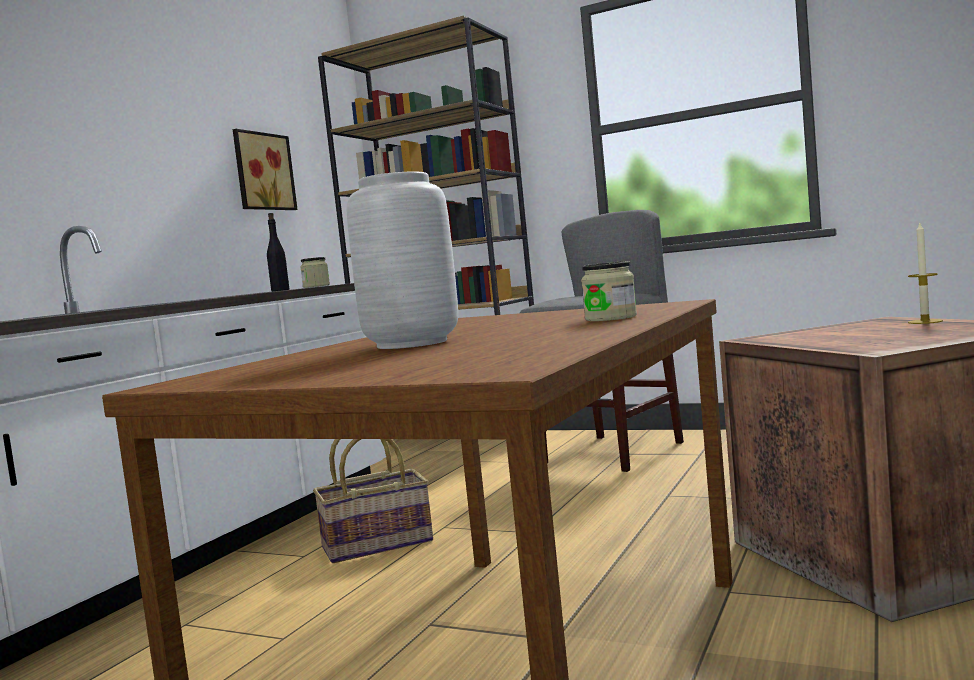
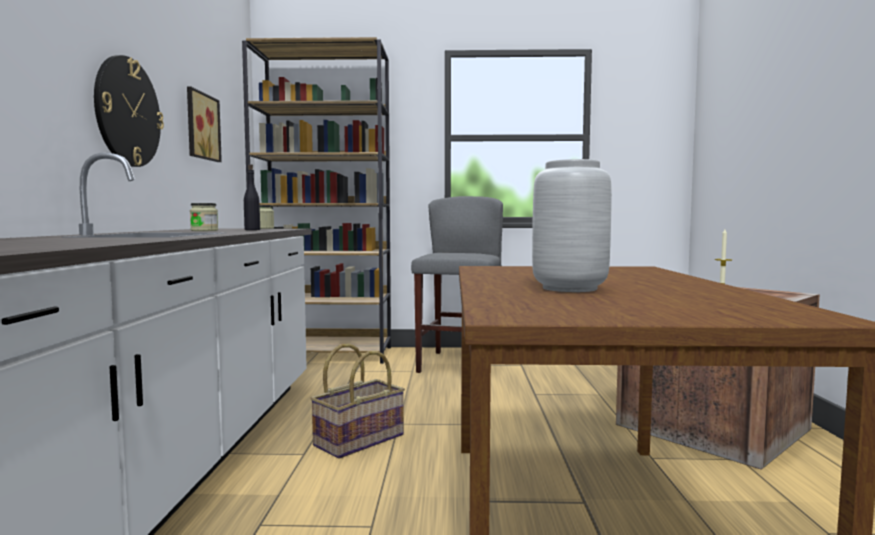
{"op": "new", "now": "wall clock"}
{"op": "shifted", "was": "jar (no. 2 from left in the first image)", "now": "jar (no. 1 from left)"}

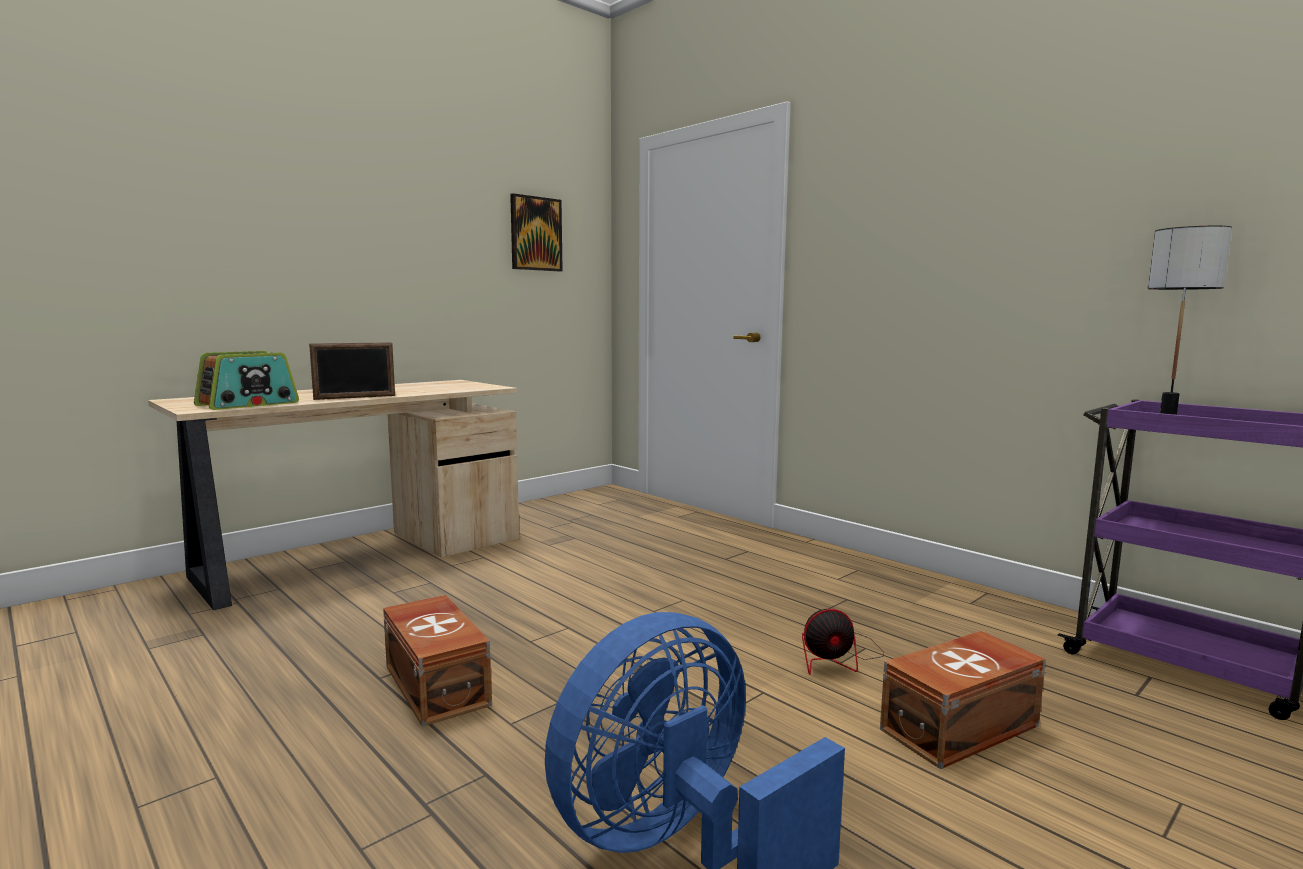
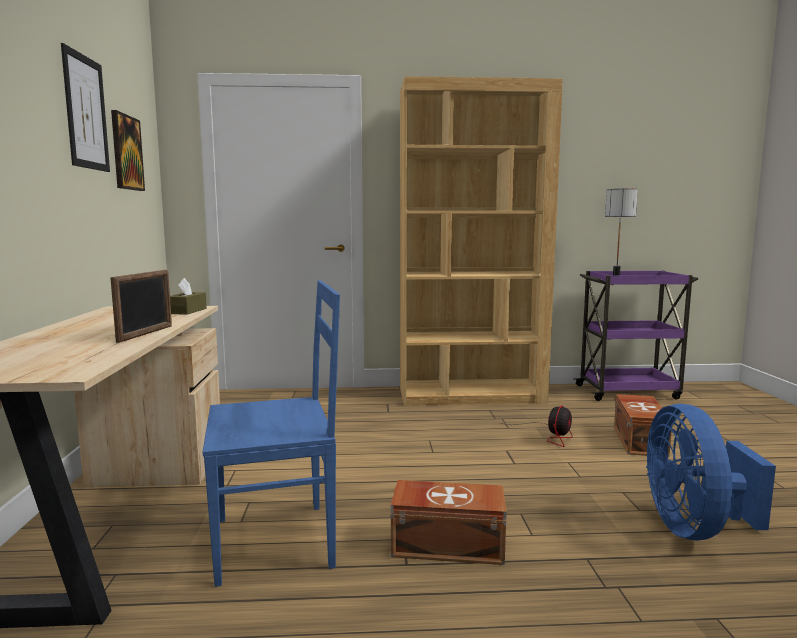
{"op": "new", "now": "picture (no. 1 from left)"}
{"op": "new", "now": "tissue box (brown)"}
{"op": "new", "now": "chair (blue)"}
{"op": "new", "now": "bookcase (brown)"}
{"op": "gone", "was": "radio"}

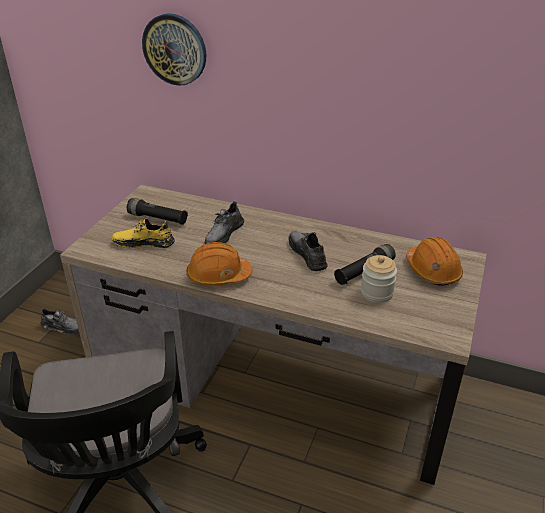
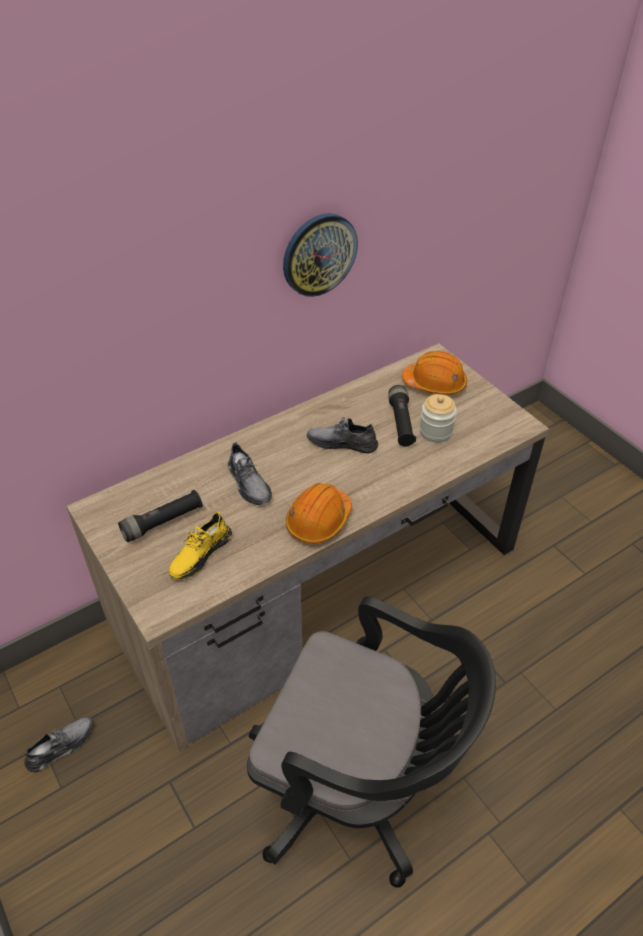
{"op": "shifted", "was": "wall clock"}

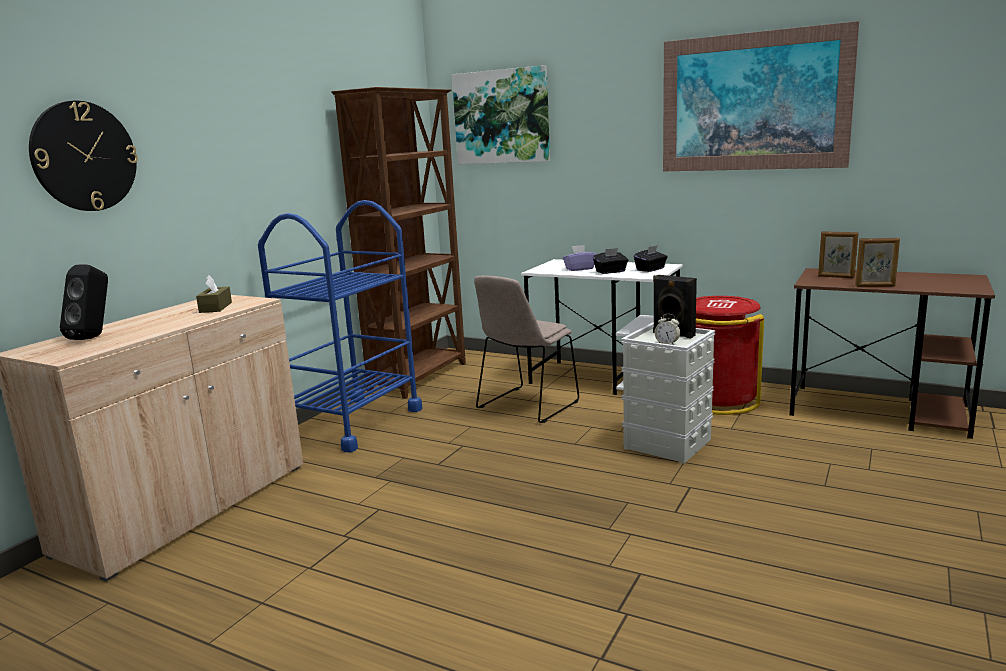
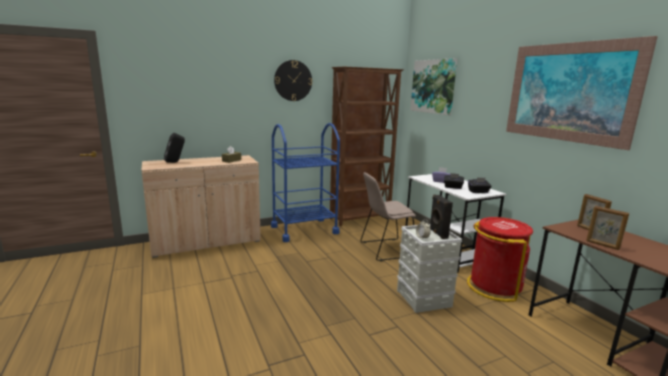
{"op": "shifted", "was": "wall clock"}

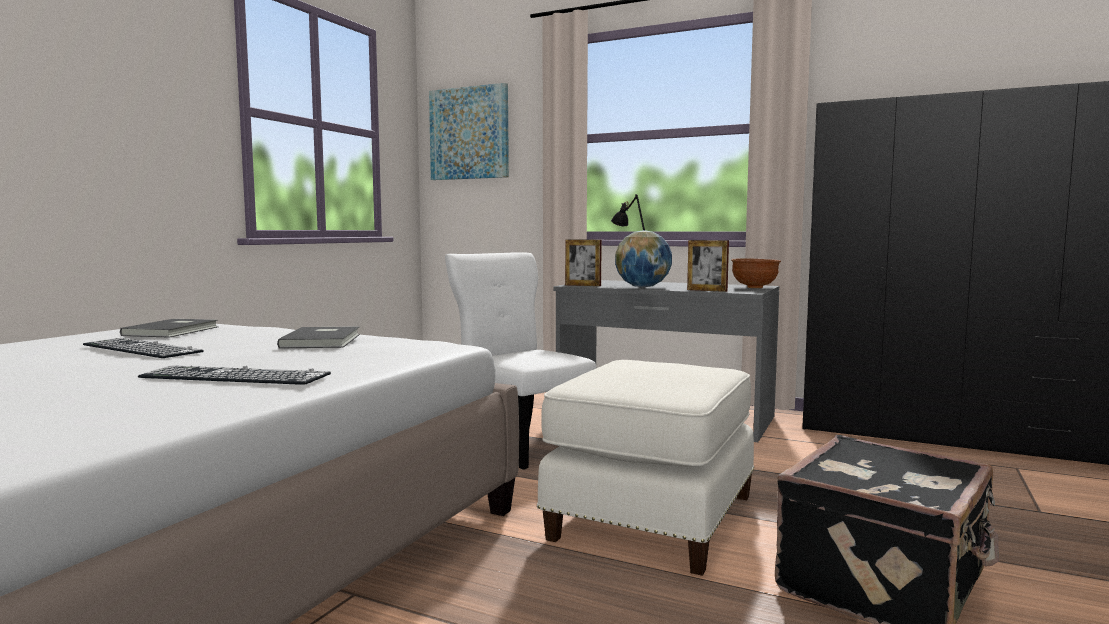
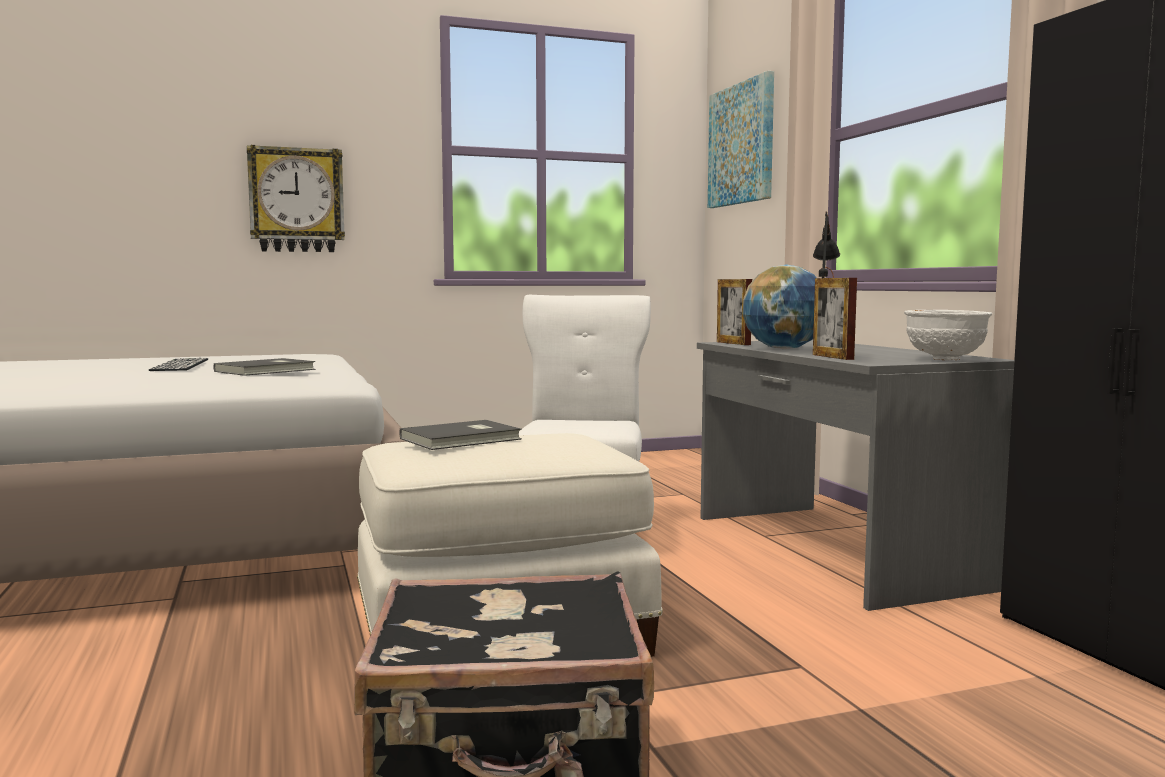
{"op": "new", "now": "wall clock"}
{"op": "shifted", "was": "book (grey) (no. 1 from left in the first image)", "now": "book (grey) (no. 2 from left)"}
{"op": "repainted", "was": "bowl (brown)", "now": "bowl (white)"}
{"op": "gone", "was": "keyboard (no. 2 from left)"}

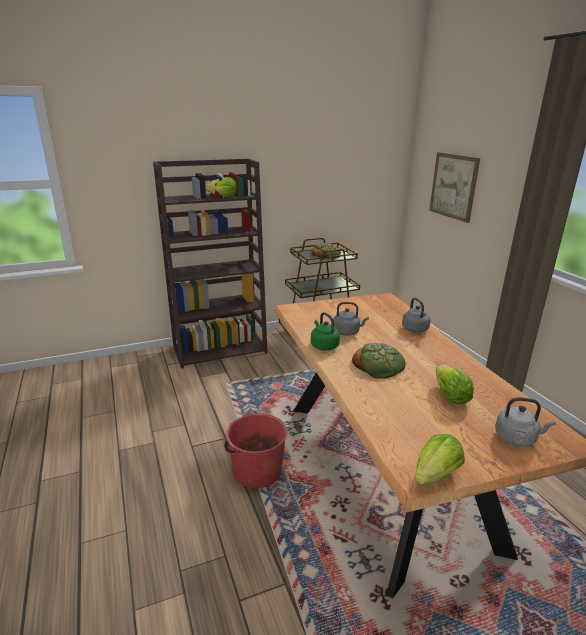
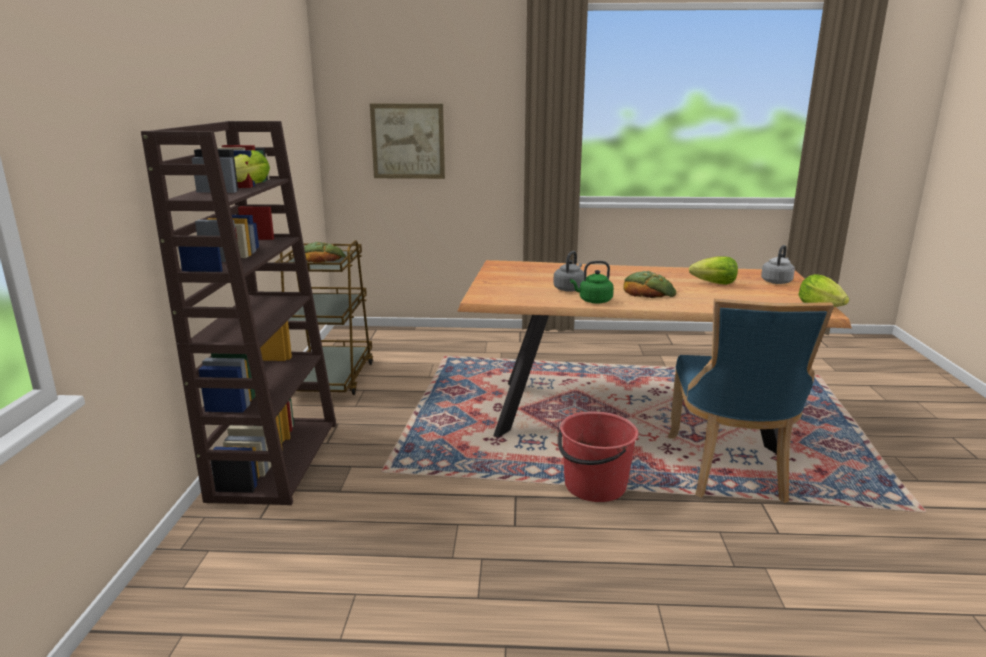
{"op": "new", "now": "chair (blue)"}
{"op": "gone", "was": "kettle (grey) (no. 2 from left)"}

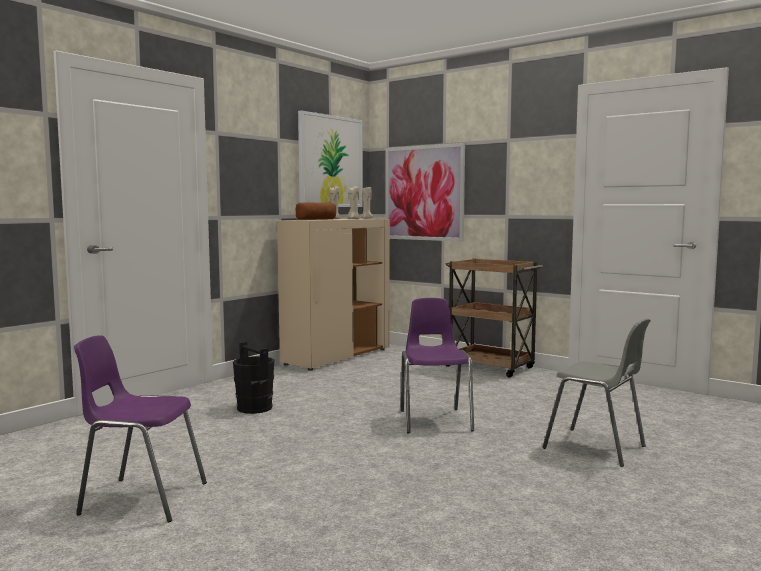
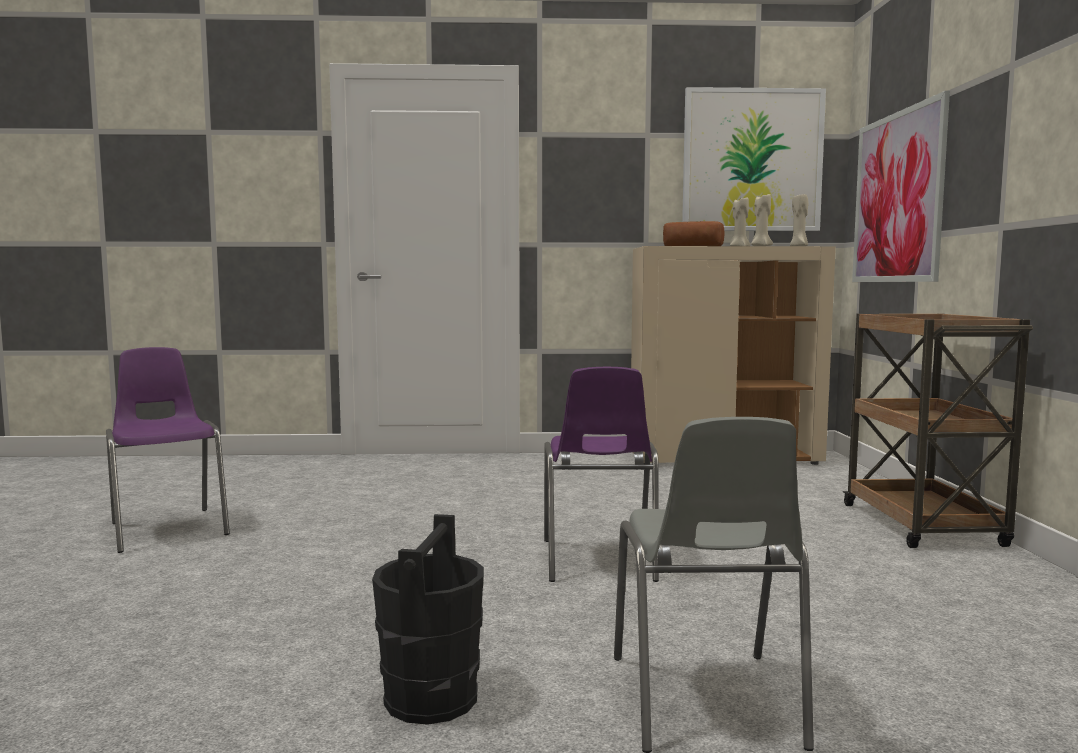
{"op": "shifted", "was": "bucket (black)"}
{"op": "rotated", "was": "chair (purple) (no. 2 from left)", "clockwise": 135}

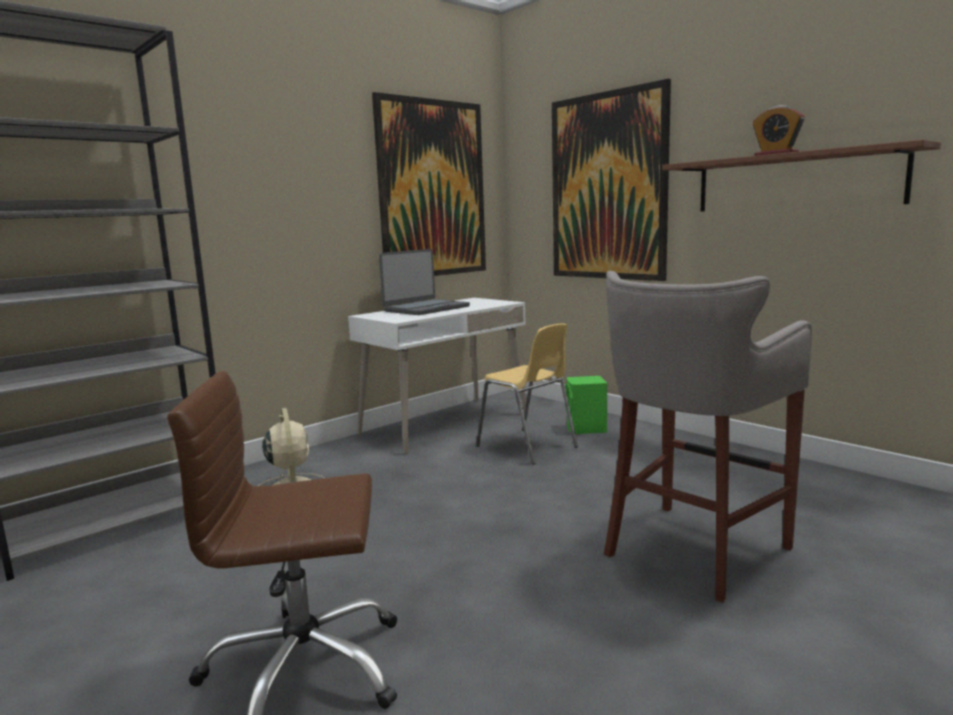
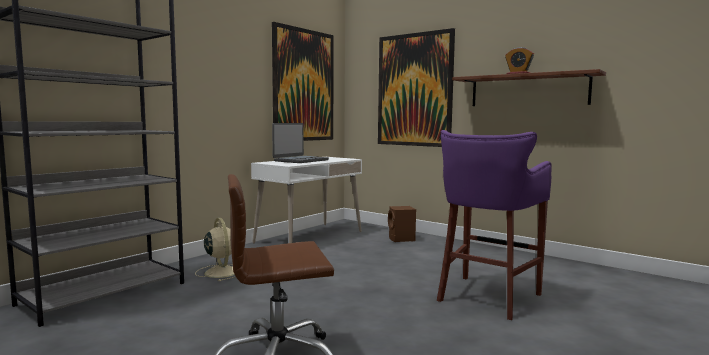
{"op": "repainted", "was": "speaker (green)", "now": "speaker (brown)"}
{"op": "repainted", "was": "stool (grey)", "now": "stool (purple)"}
{"op": "gone", "was": "chair (yellow)"}

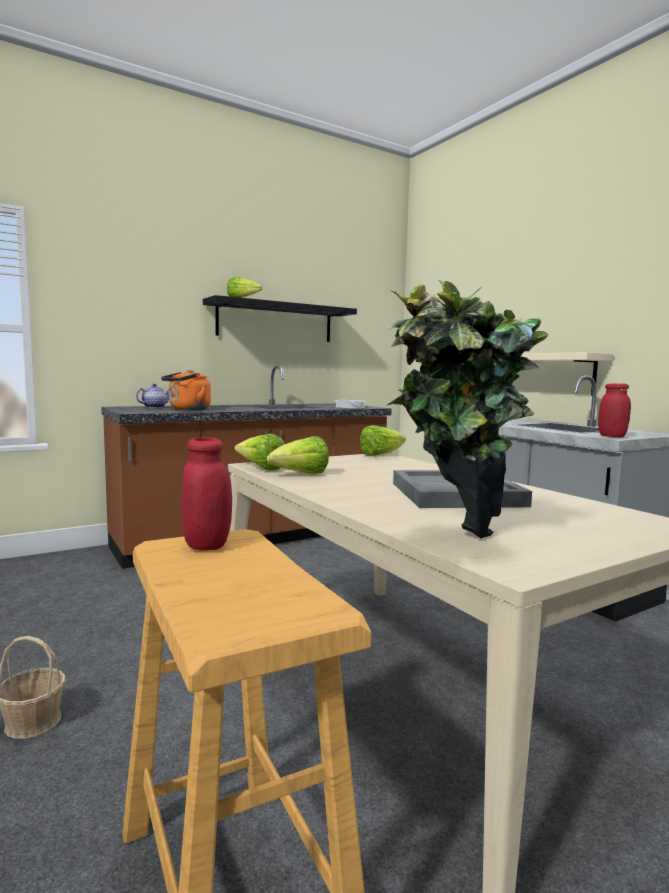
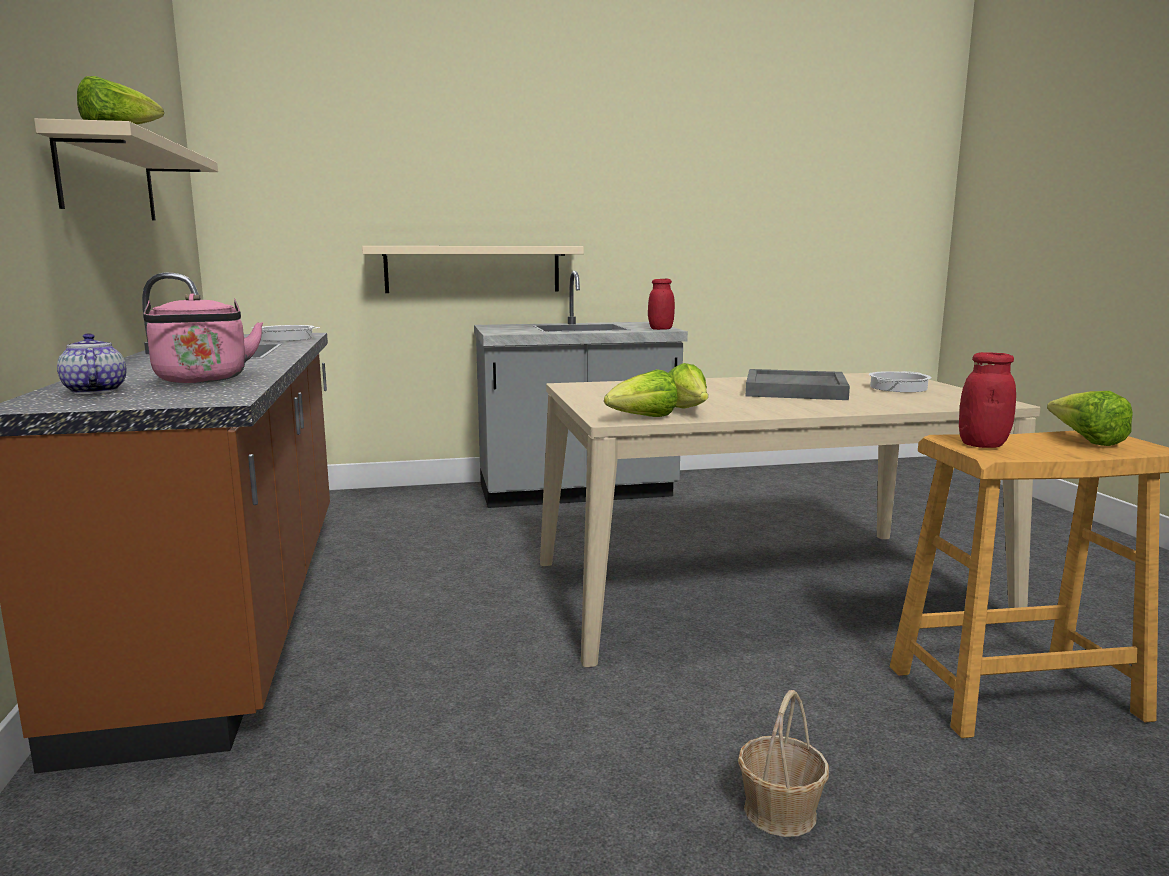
{"op": "repainted", "was": "shelf (black)", "now": "shelf (beige) (no. 1 from left)"}
{"op": "repainted", "was": "kettle (orange)", "now": "kettle (pink)"}
{"op": "new", "now": "cooking pot (no. 2 from left)"}
{"op": "shifted", "was": "lettuce (no. 4 from left)"}
{"op": "gone", "was": "potted plant"}

